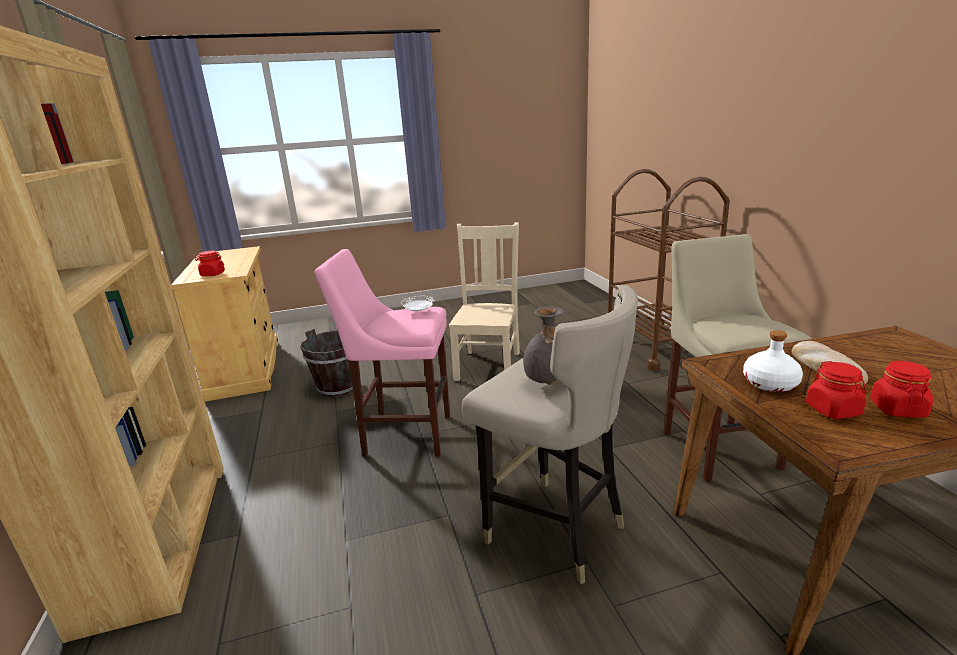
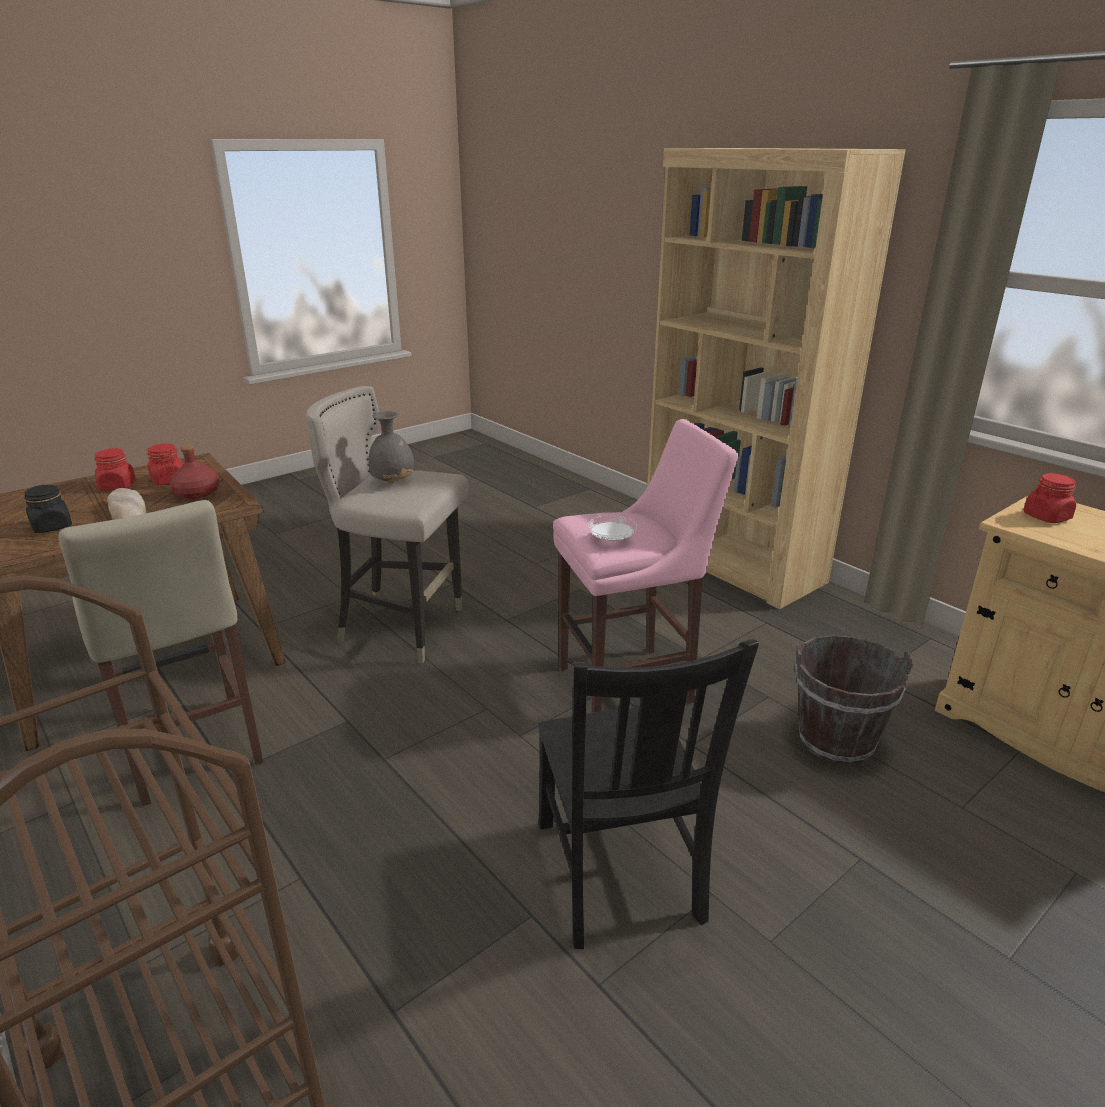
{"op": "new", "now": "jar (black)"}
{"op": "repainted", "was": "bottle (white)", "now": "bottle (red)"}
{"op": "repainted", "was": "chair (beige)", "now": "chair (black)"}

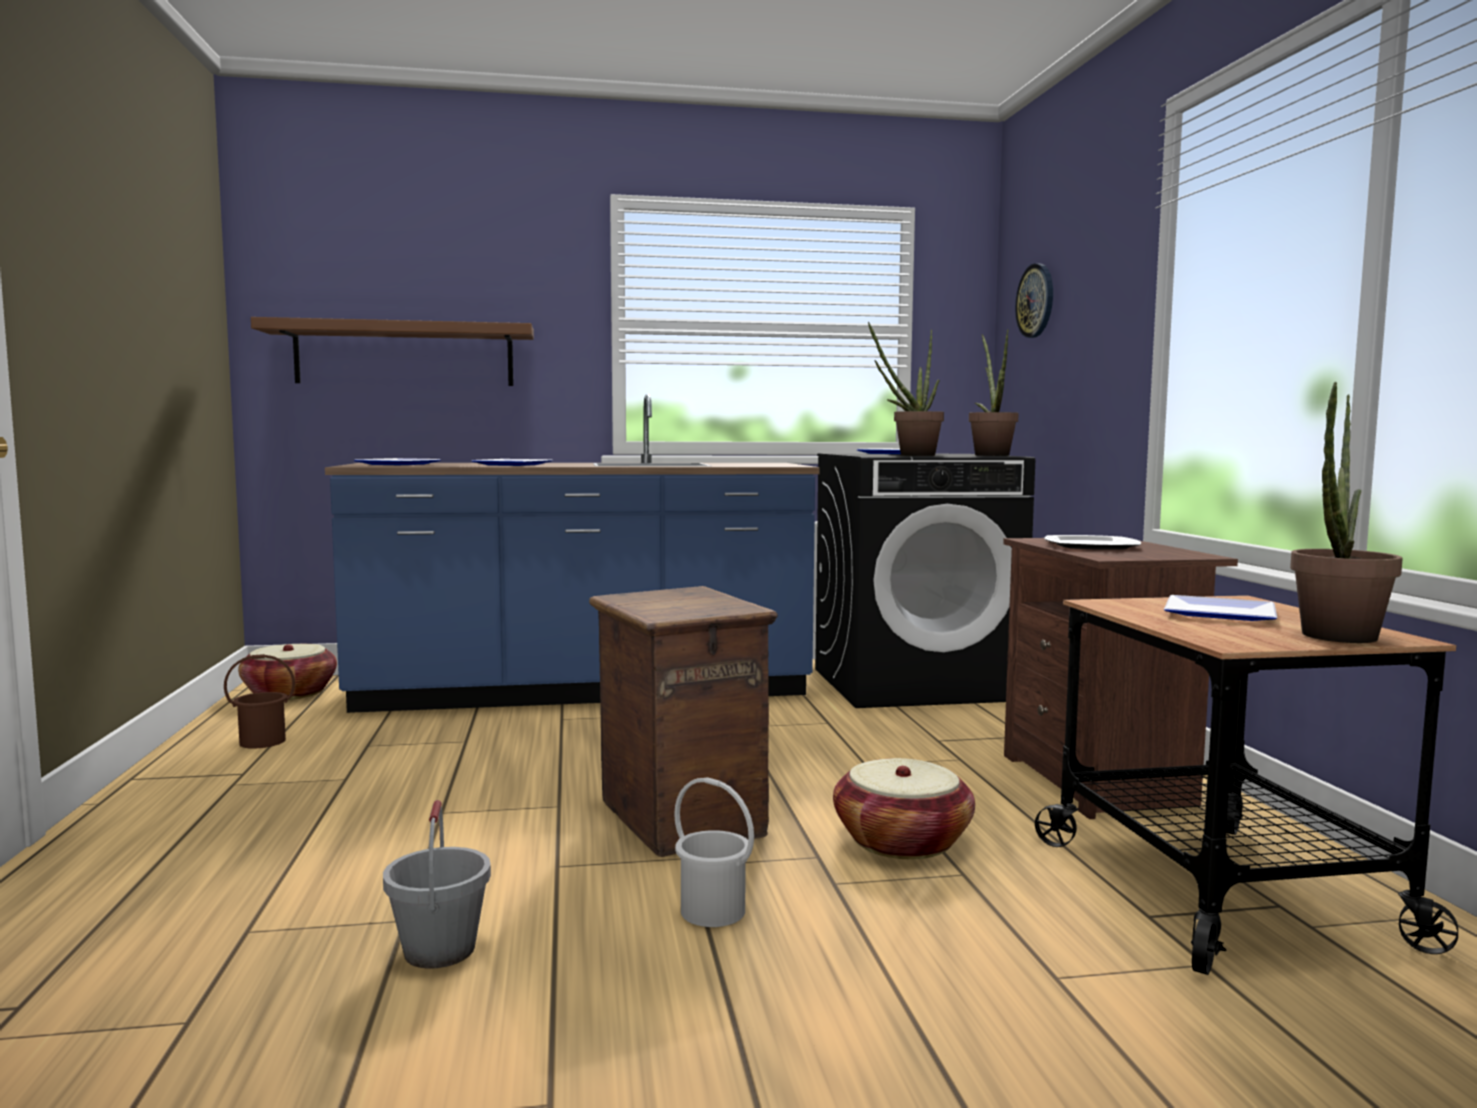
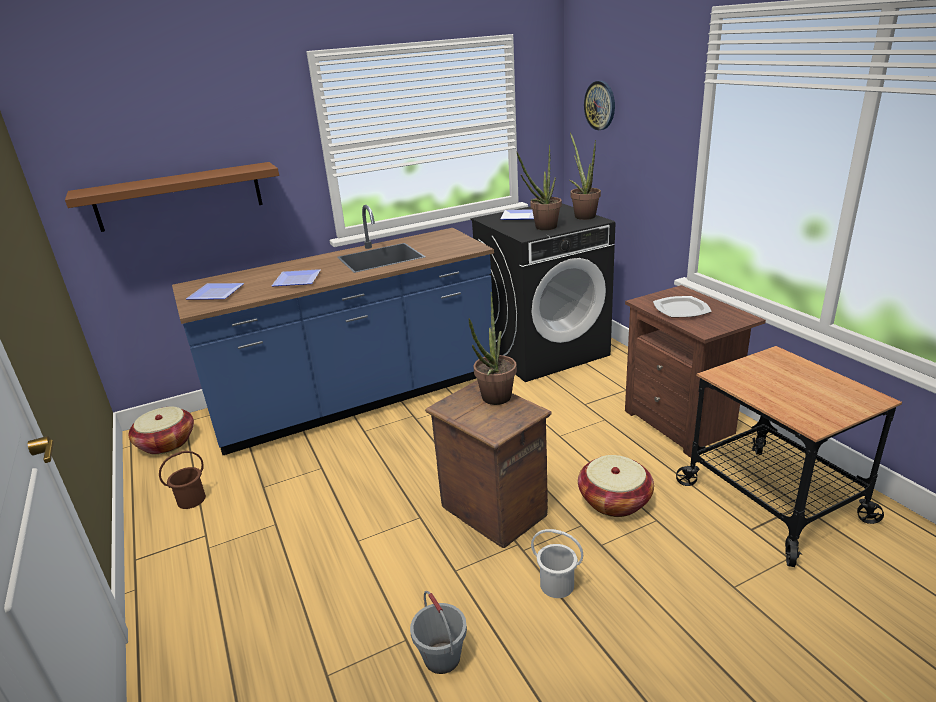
{"op": "shifted", "was": "potted plant (no. 3 from left in the first image)", "now": "potted plant (no. 1 from left)"}
{"op": "gone", "was": "plate (no. 5 from left)"}

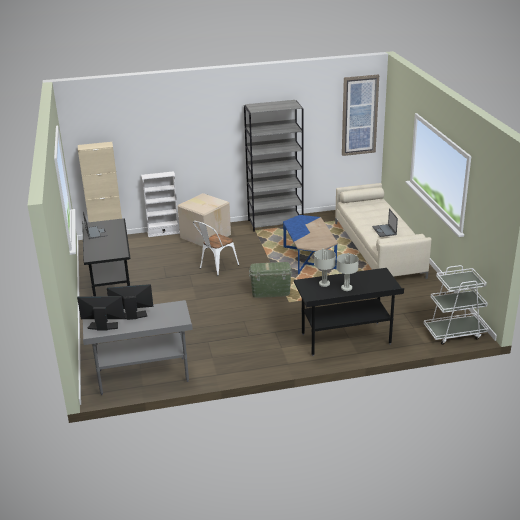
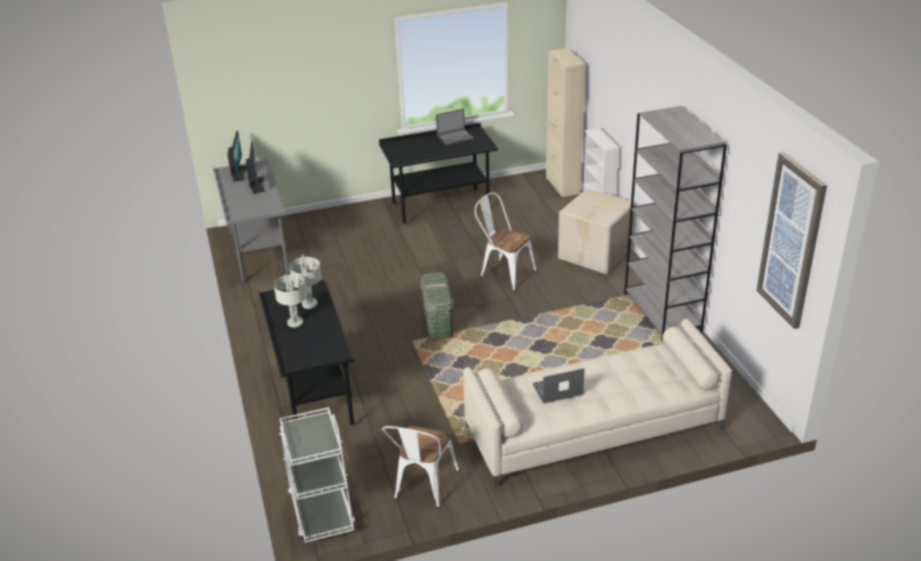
{"op": "new", "now": "chair (white) (no. 1 from left)"}
{"op": "gone", "was": "coffee table (blue)"}

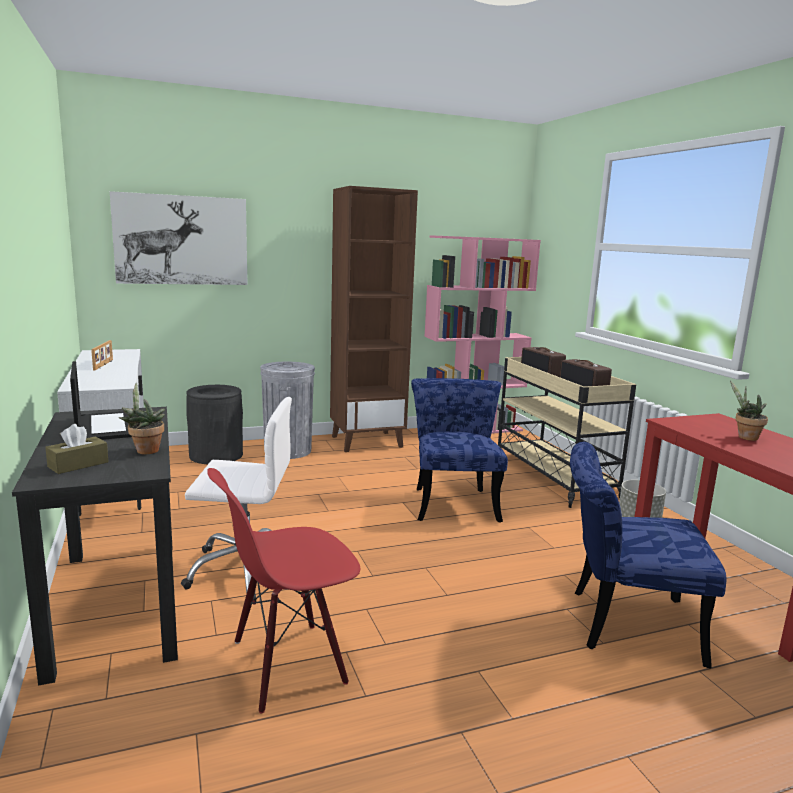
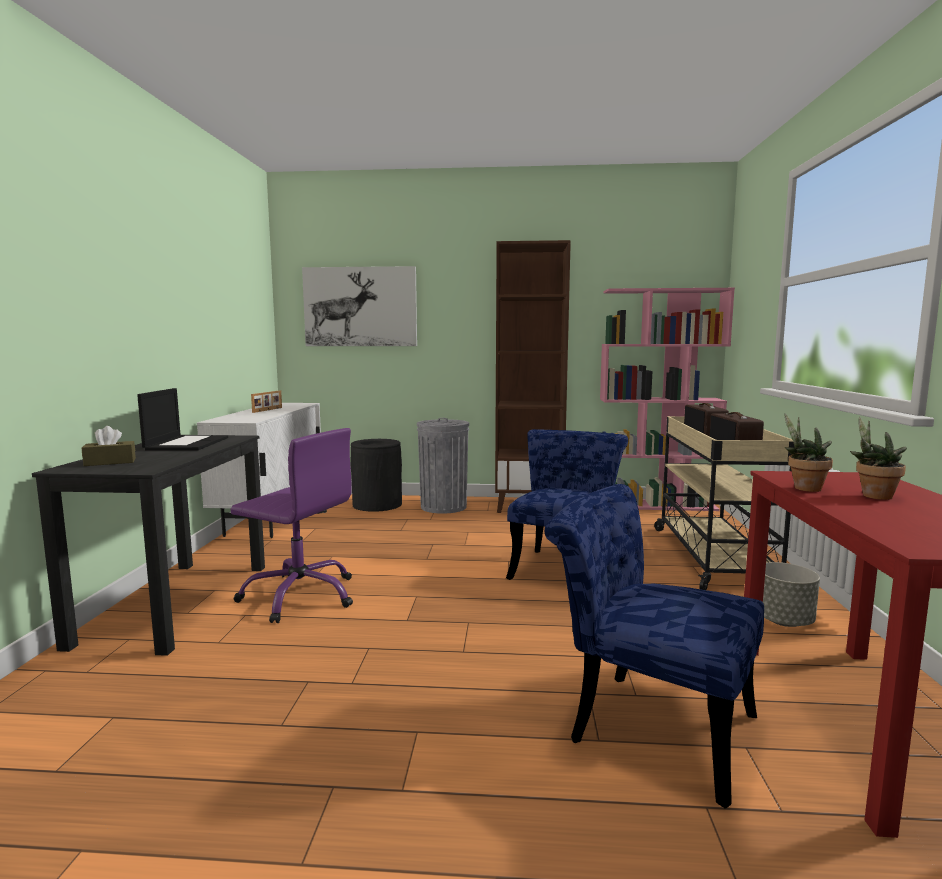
{"op": "repainted", "was": "office chair (white)", "now": "office chair (purple)"}
{"op": "shifted", "was": "potted plant (no. 1 from left)"}
{"op": "gone", "was": "chair (red)"}

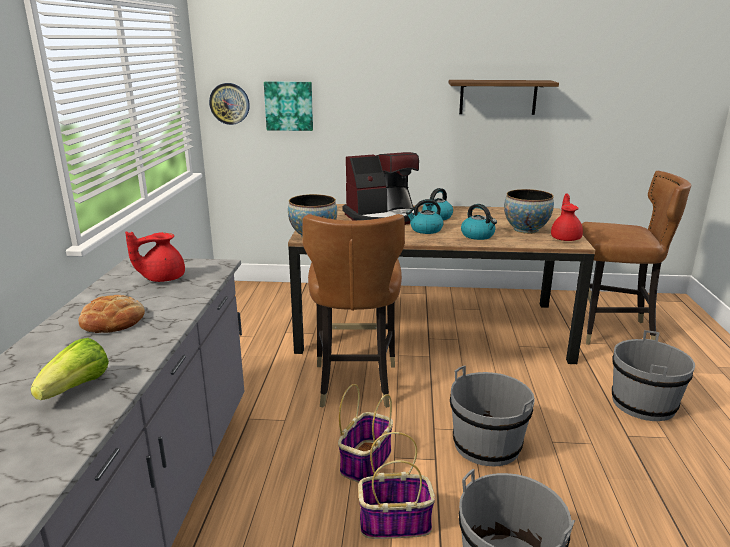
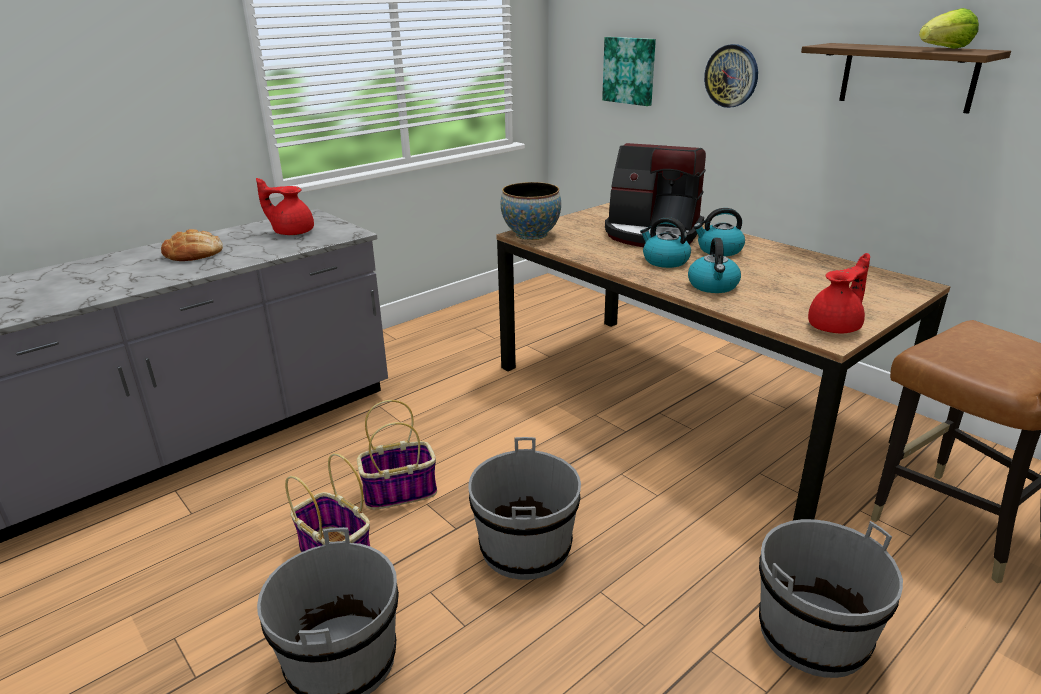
{"op": "shifted", "was": "wall clock"}
{"op": "shifted", "was": "lettuce"}
{"op": "gone", "was": "chair (brown) (no. 1 from left)"}
{"op": "gone", "was": "bowl (no. 2 from left)"}

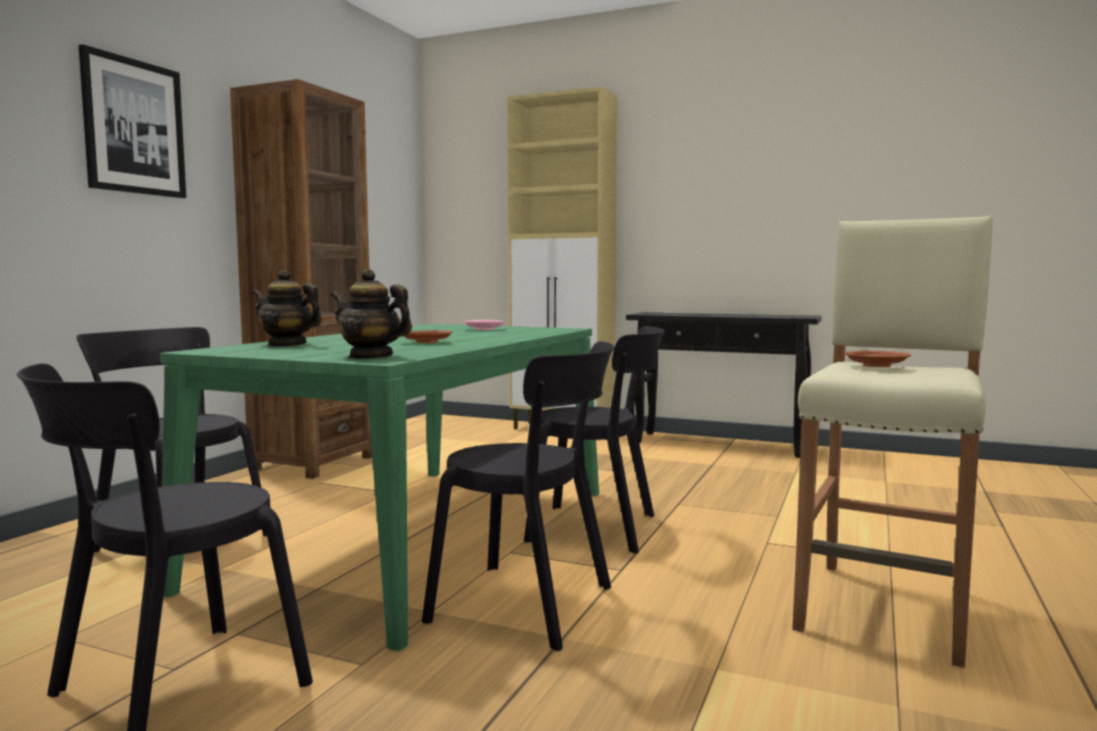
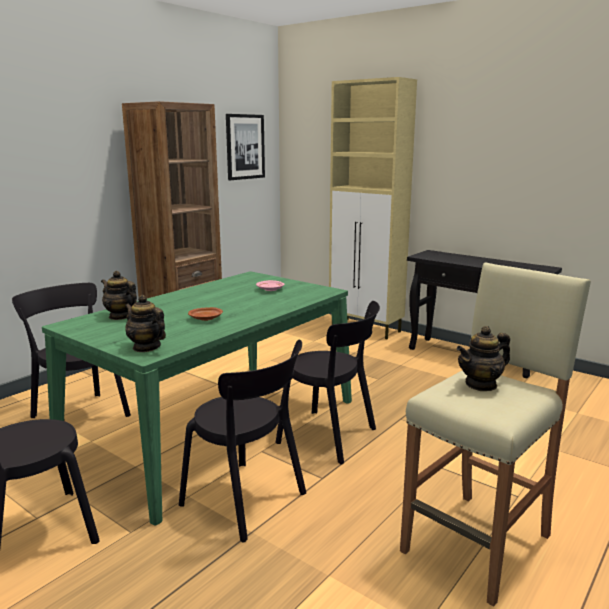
{"op": "shifted", "was": "picture"}
{"op": "swapped", "was": "plate (brown) (no. 2 from left)", "now": "teapot (no. 3 from left)"}

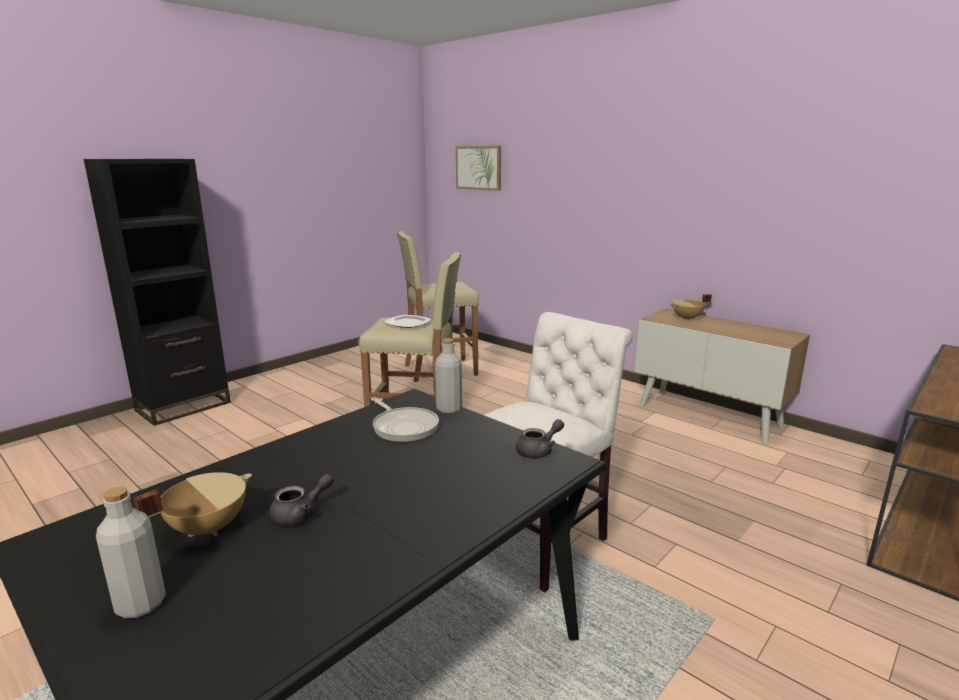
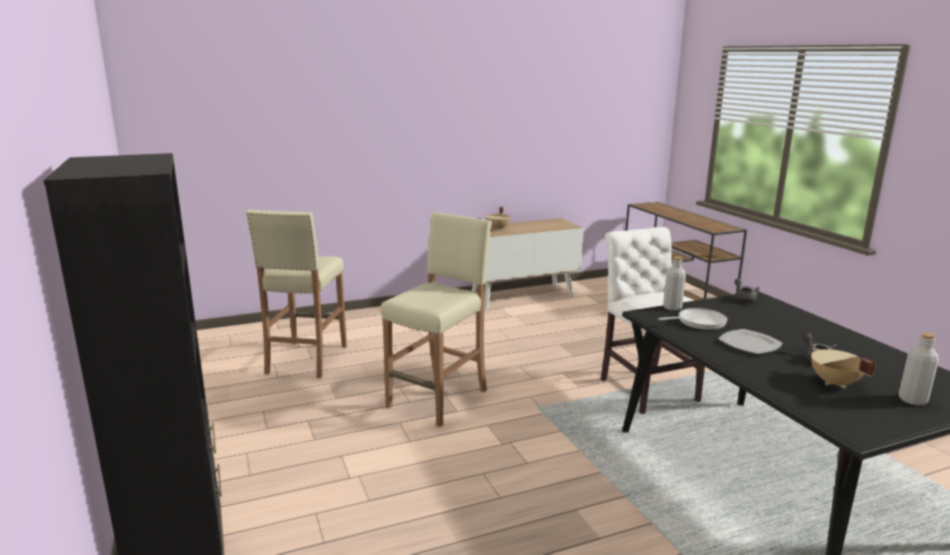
{"op": "shifted", "was": "plate"}
{"op": "gone", "was": "picture"}

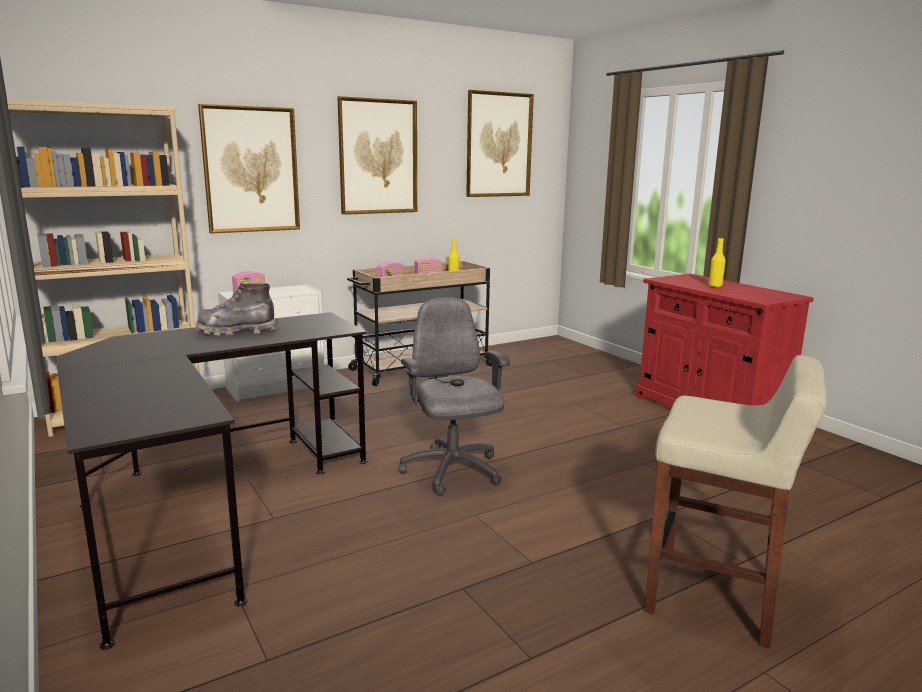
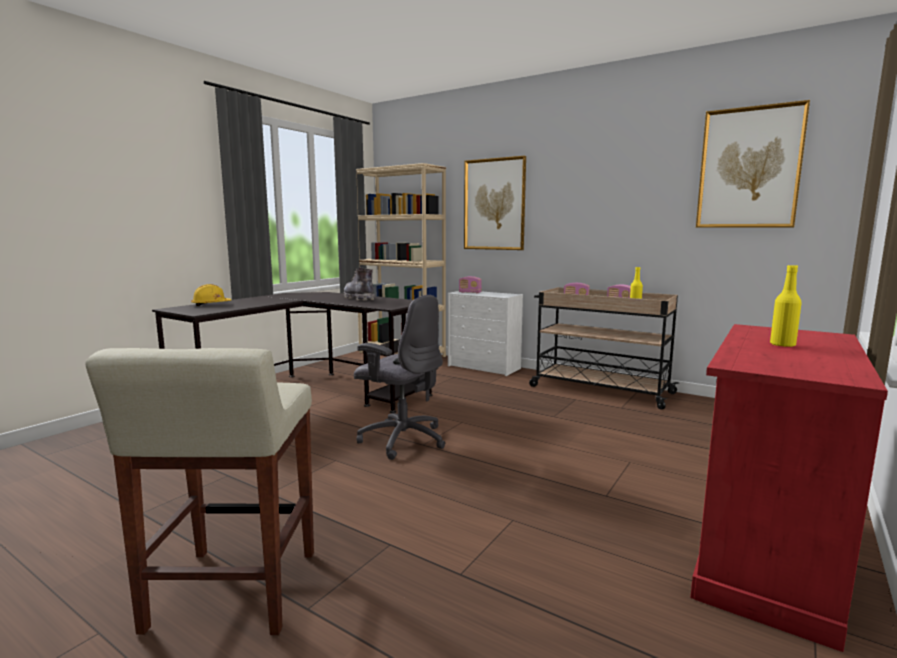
{"op": "new", "now": "hard hat (yellow)"}
{"op": "rotated", "was": "office chair (grey)", "clockwise": 75}
{"op": "gone", "was": "picture (no. 2 from left)"}

